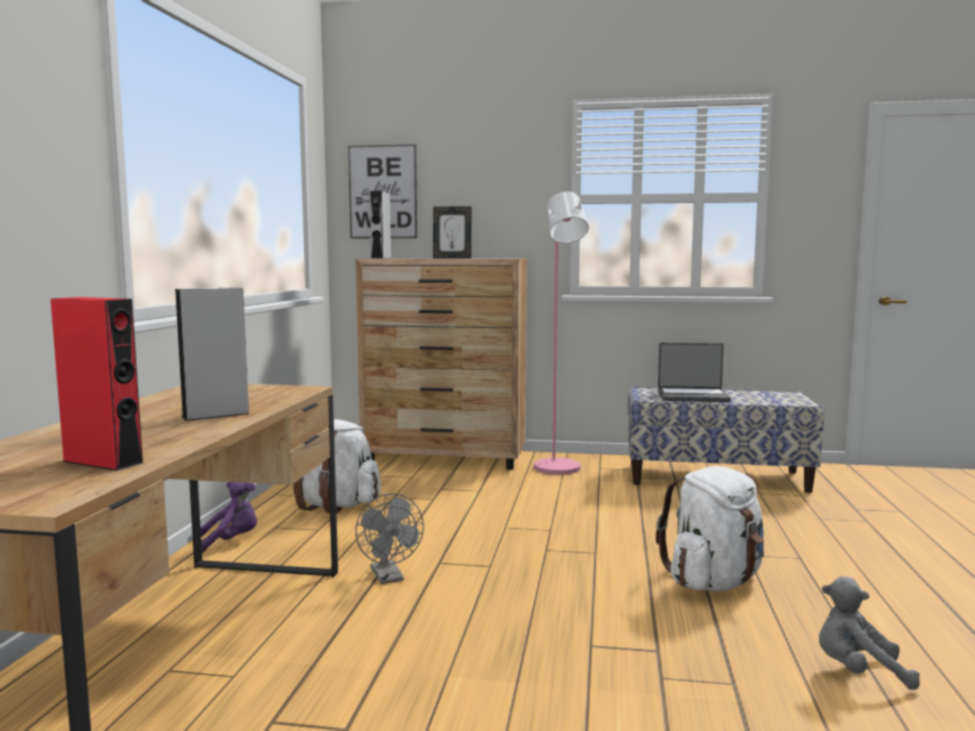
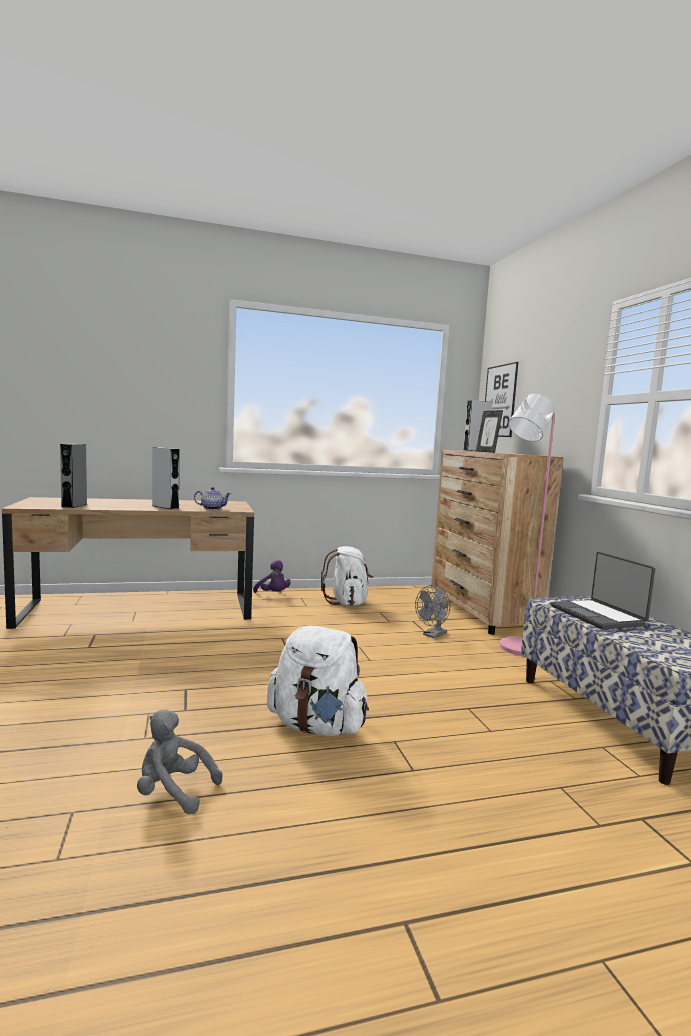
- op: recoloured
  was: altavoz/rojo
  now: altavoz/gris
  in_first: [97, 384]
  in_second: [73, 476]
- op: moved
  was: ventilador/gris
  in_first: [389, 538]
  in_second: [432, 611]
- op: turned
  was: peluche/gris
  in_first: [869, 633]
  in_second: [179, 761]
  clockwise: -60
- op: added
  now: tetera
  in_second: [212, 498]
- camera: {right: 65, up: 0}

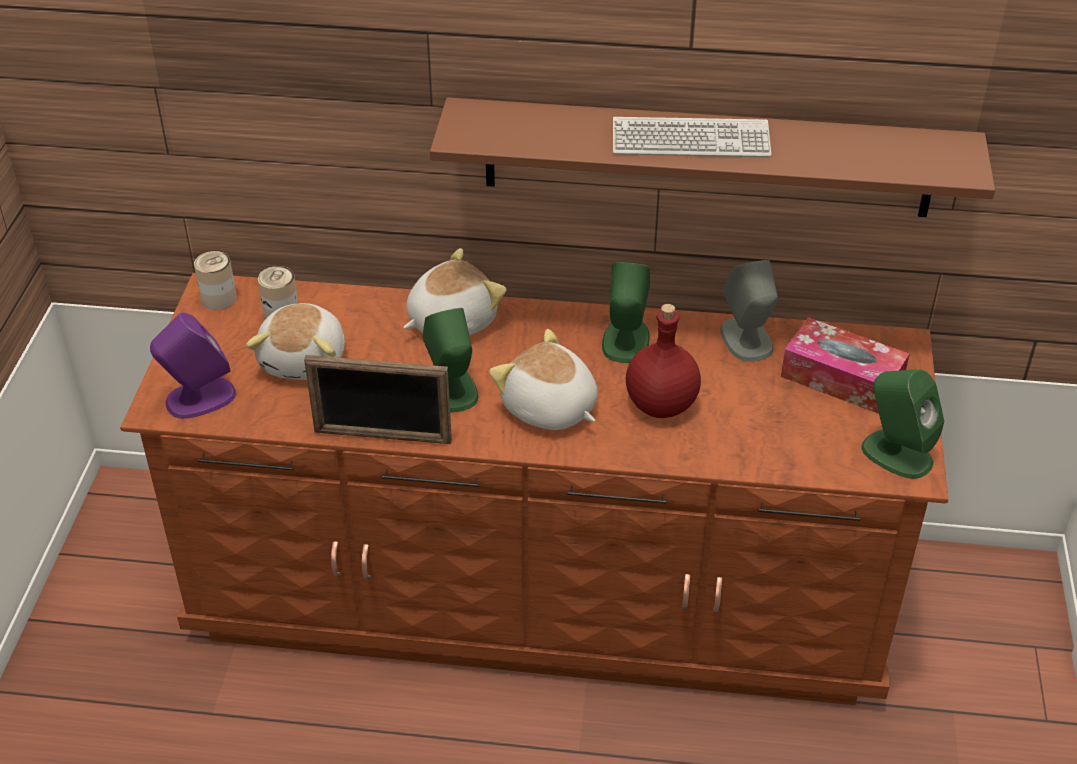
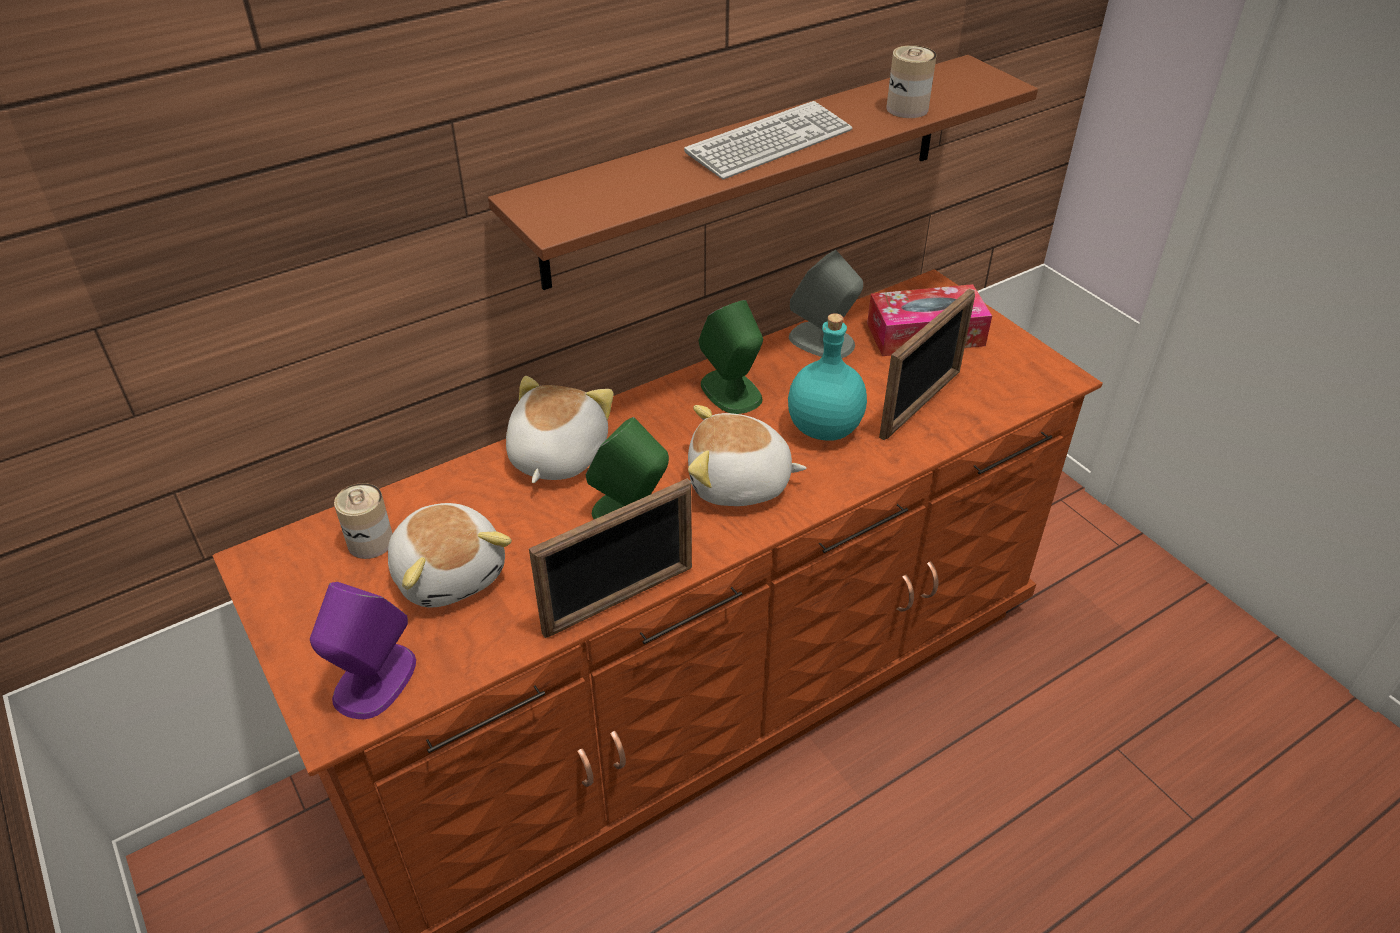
- op: moved
  was: lata
  in_first: [215, 280]
  in_second: [911, 81]
- op: recoloured
  was: botella/rojo
  now: botella/turquesa
  in_first: [663, 361]
  in_second: [827, 377]
- op: removed
  was: altavoz/verde
  in_first: [902, 424]
- op: added
  now: portarretratos
  in_second: [927, 364]
- camera: {right: -40, up: 0}

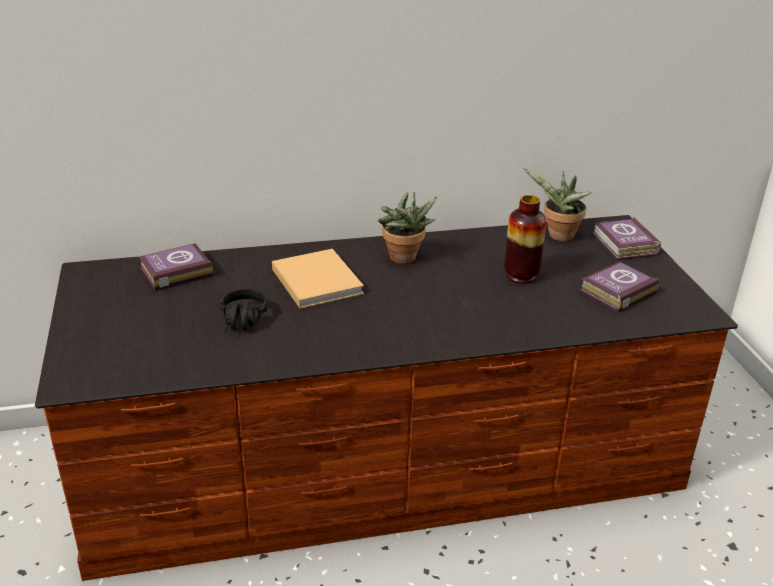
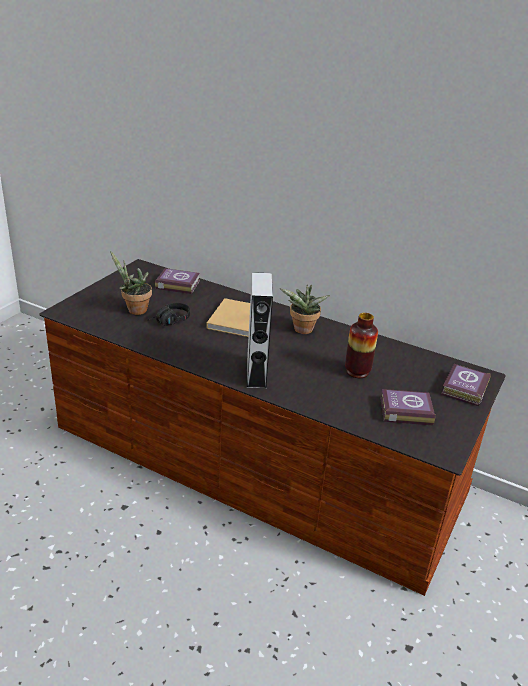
- op: moved
  was: planta en maceta
  in_first: [557, 204]
  in_second: [131, 282]
- op: added
  now: altavoz/gris
  in_second: [260, 330]
- camera: {right: 40, up: 0}

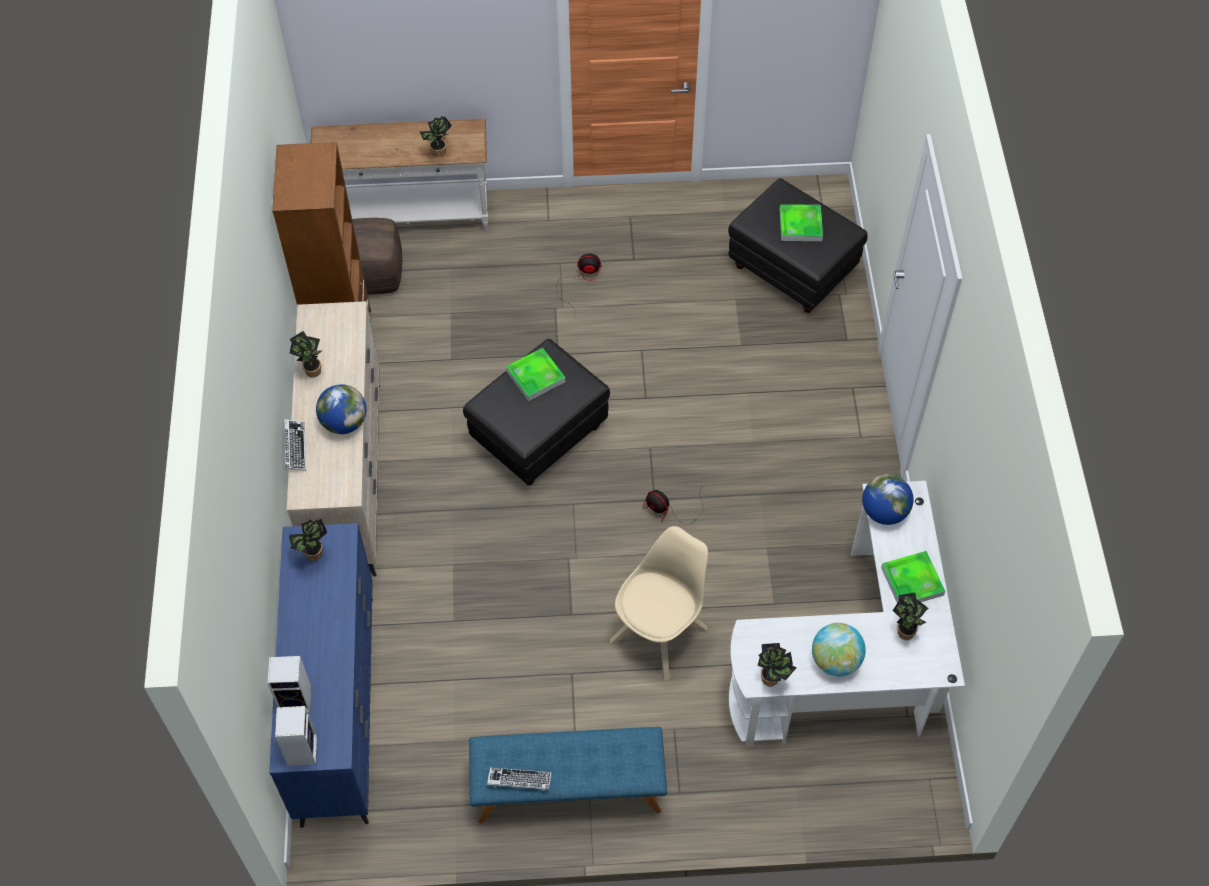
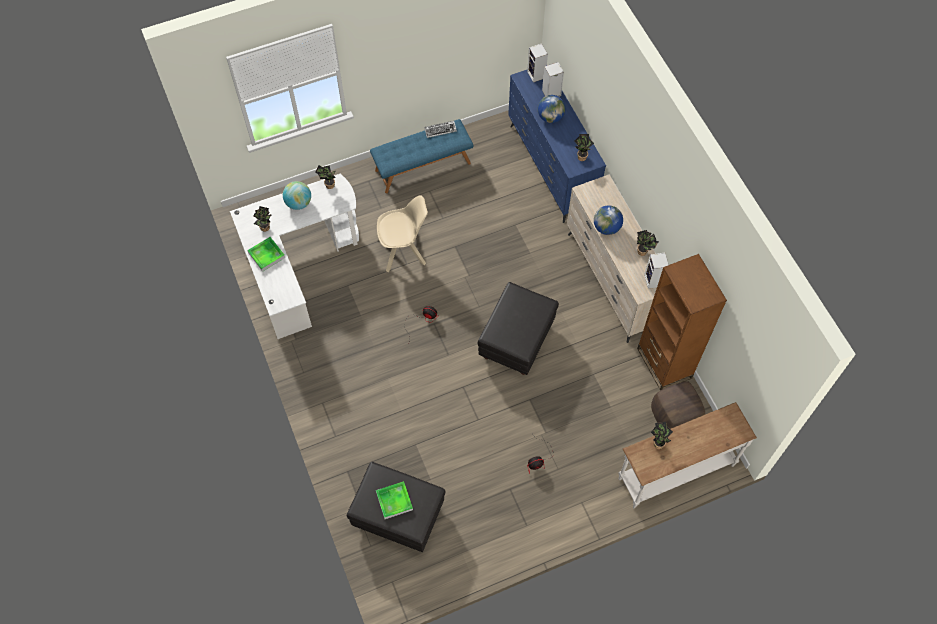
- op: removed
  was: bandeja
  in_first: [535, 374]
- op: removed
  was: teclado
  in_first: [294, 445]
- op: moved
  was: globo terráqueo
  in_first: [888, 499]
  in_second: [551, 109]
- op: turned
  was: silla/beis
  in_first: [659, 603]
  in_second: [402, 233]
  clockwise: -120
- op: added
  now: altavoz
  in_second: [656, 271]
- camera: {right: 160, up: 5}

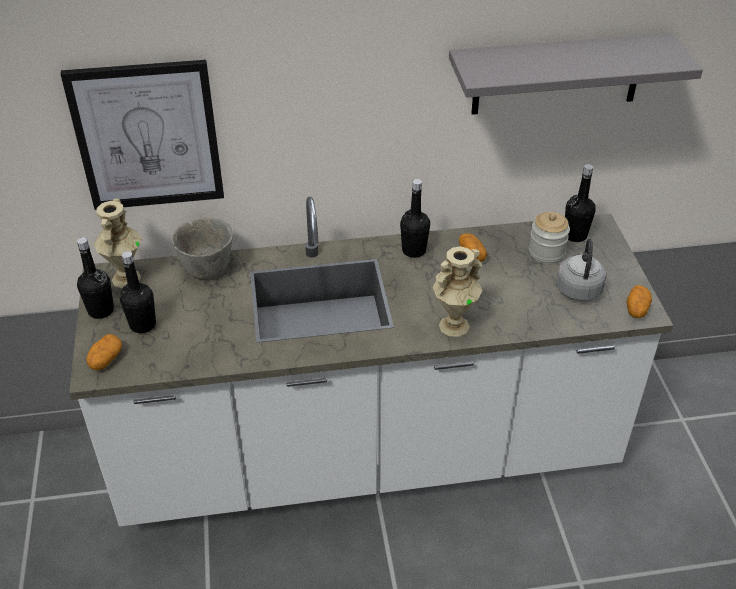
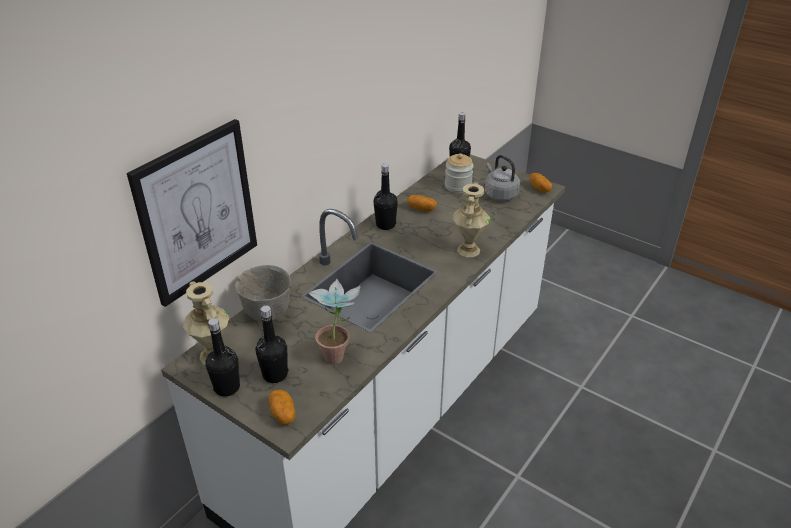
- op: removed
  was: estante/gris
  in_first: [576, 74]
- op: added
  now: planta en maceta
  in_second: [334, 321]
- camera: {right: -45, up: -5}

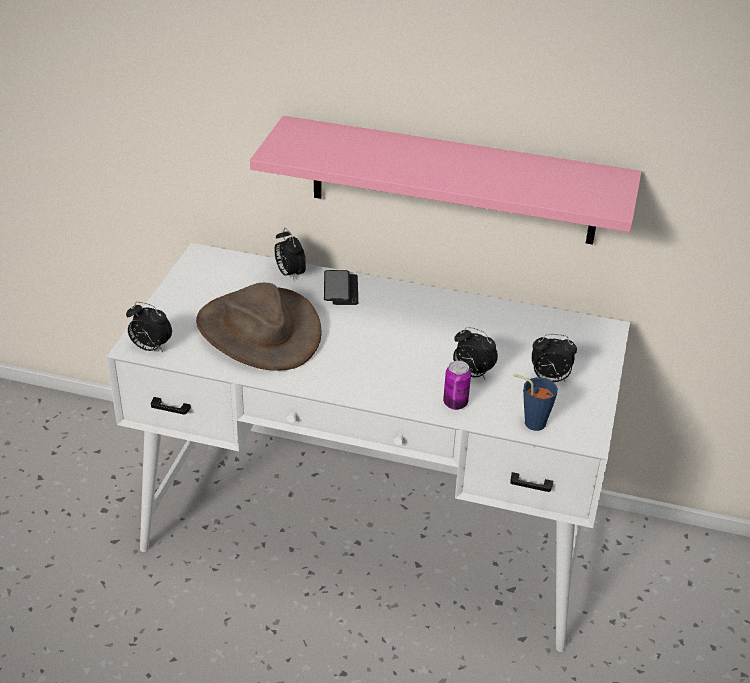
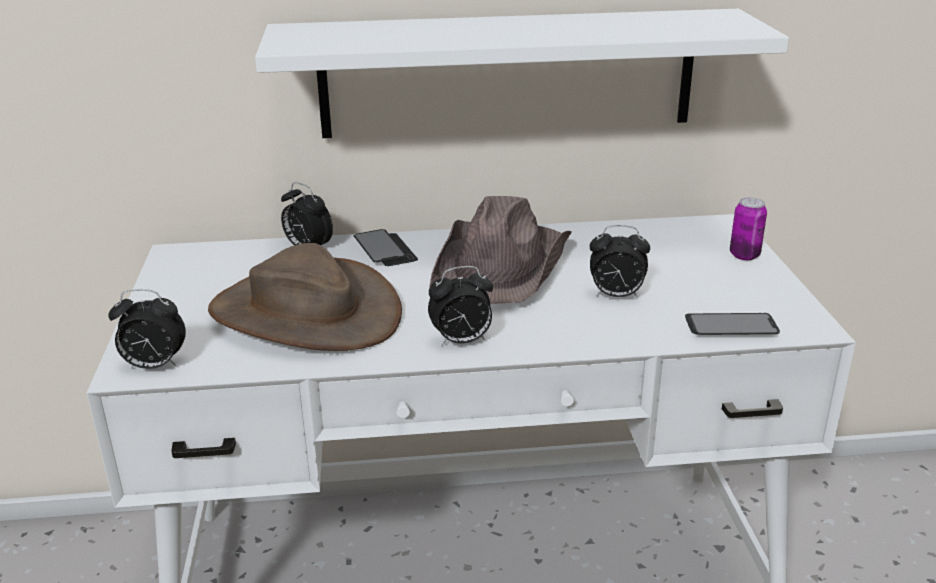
- op: recoloured
  was: estante/rosa
  now: estante/blanco
  in_first: [446, 180]
  in_second: [522, 73]
- op: moved
  was: despertador
  in_first: [554, 358]
  in_second: [460, 306]
- op: moved
  was: lata
  in_first: [457, 385]
  in_second: [748, 228]
- op: replaced
  was: taza/azul
  now: móvil
  in_first: [535, 402]
  in_second: [732, 324]
- op: added
  now: sombrero/marrón
  in_second: [500, 250]
- camera: {right: -20, up: -10}

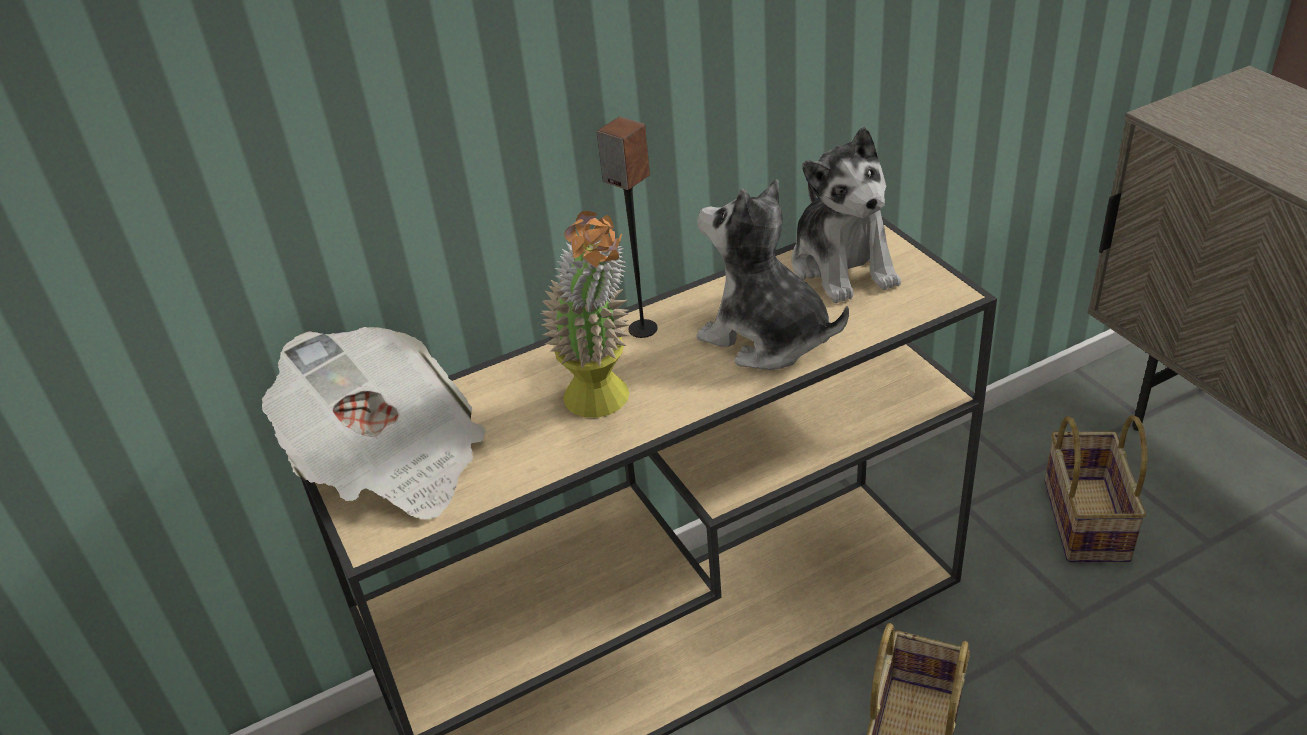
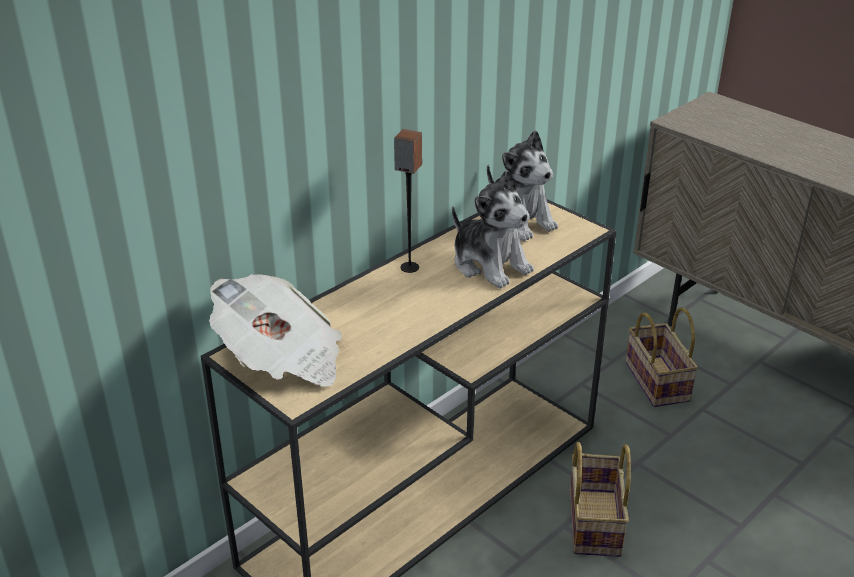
- op: turned
  was: peluche
  in_first: [773, 274]
  in_second: [493, 229]
  clockwise: -150
- op: removed
  was: planta en maceta
  in_first: [585, 314]
- camera: {right: -20, up: -5}

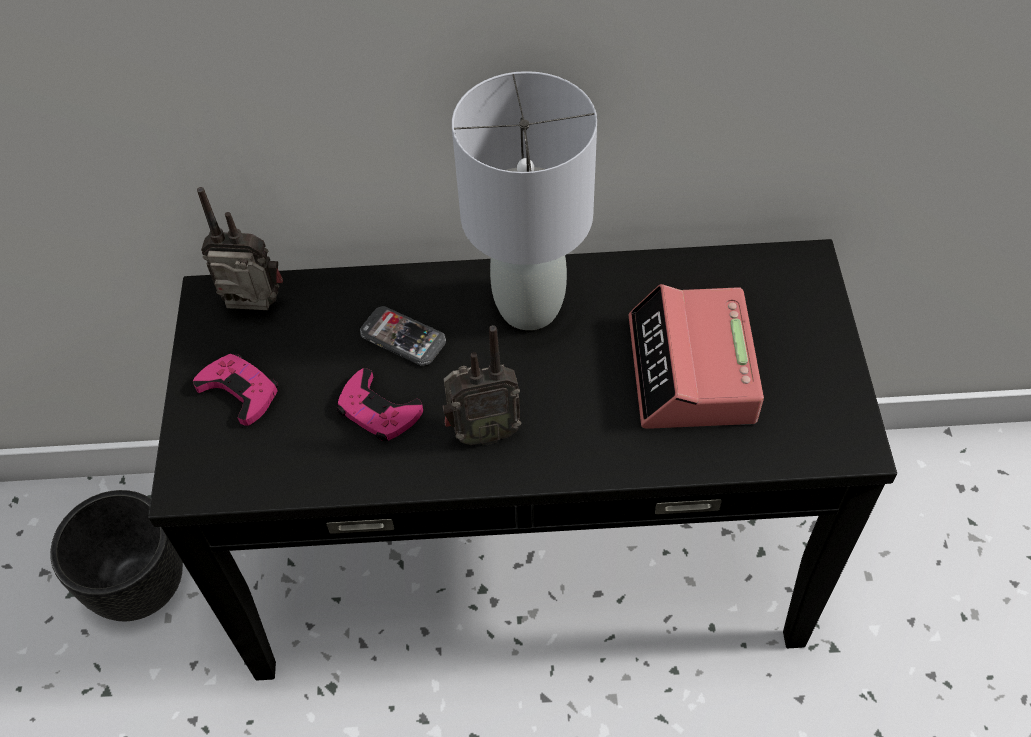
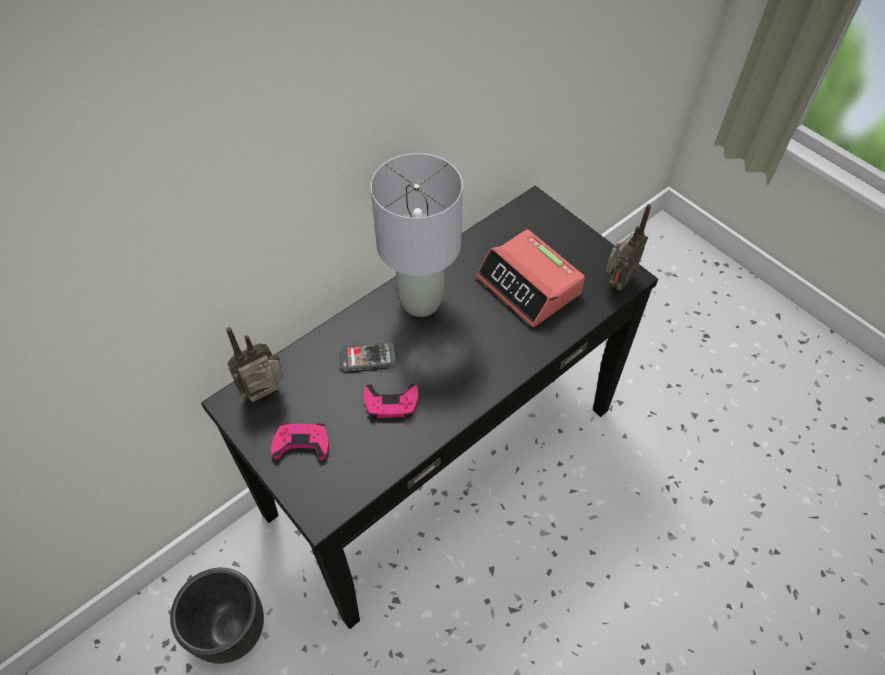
- op: moved
  was: radio
  in_first: [481, 385]
  in_second: [628, 247]
- camera: {right: -40, up: 0}

